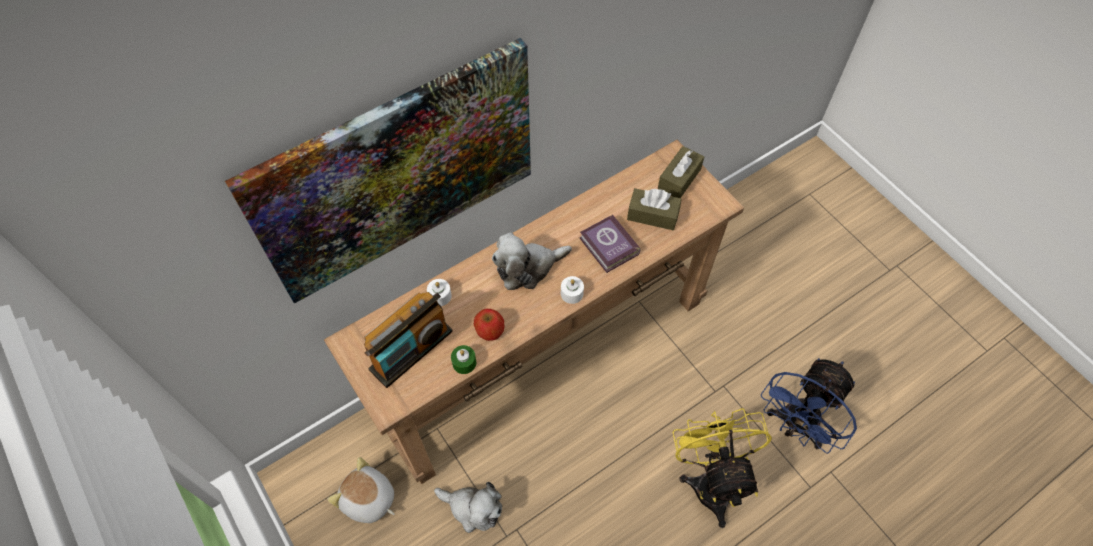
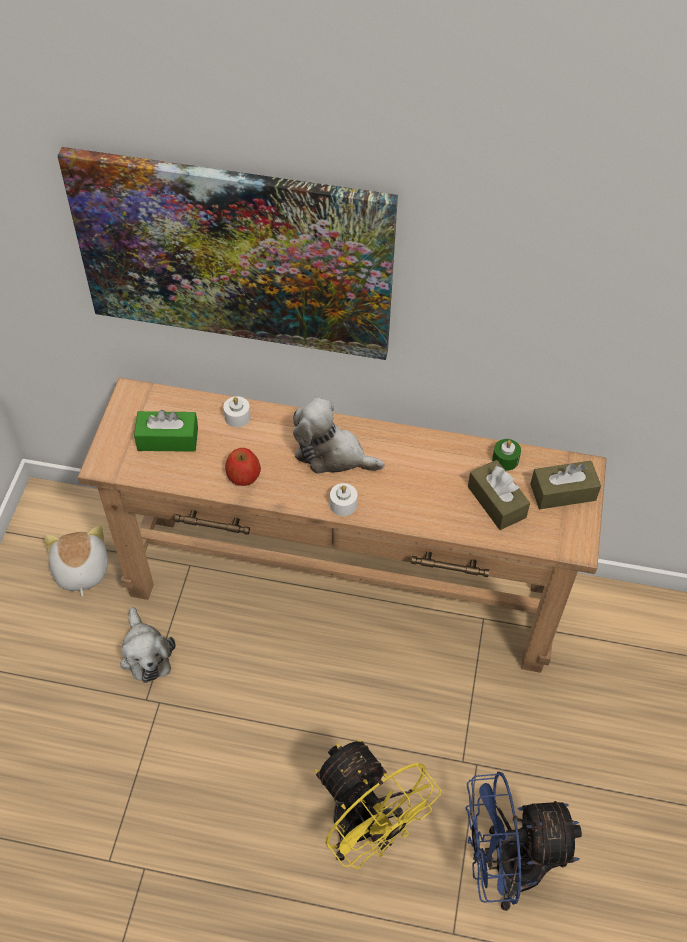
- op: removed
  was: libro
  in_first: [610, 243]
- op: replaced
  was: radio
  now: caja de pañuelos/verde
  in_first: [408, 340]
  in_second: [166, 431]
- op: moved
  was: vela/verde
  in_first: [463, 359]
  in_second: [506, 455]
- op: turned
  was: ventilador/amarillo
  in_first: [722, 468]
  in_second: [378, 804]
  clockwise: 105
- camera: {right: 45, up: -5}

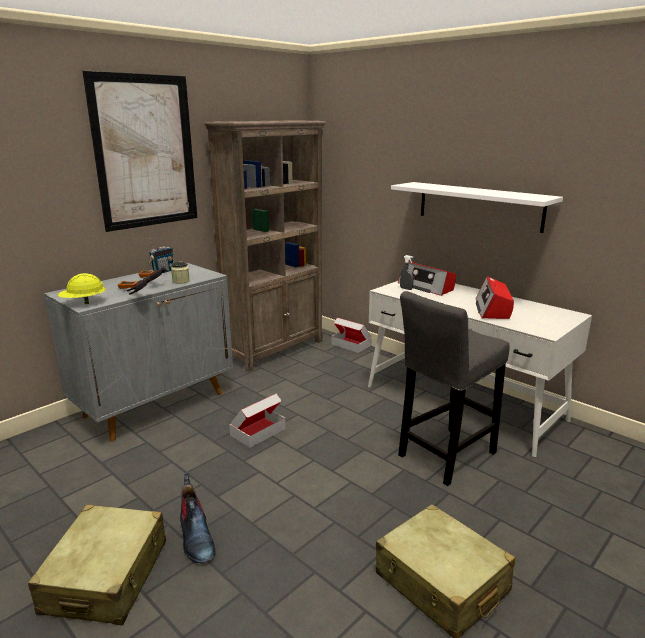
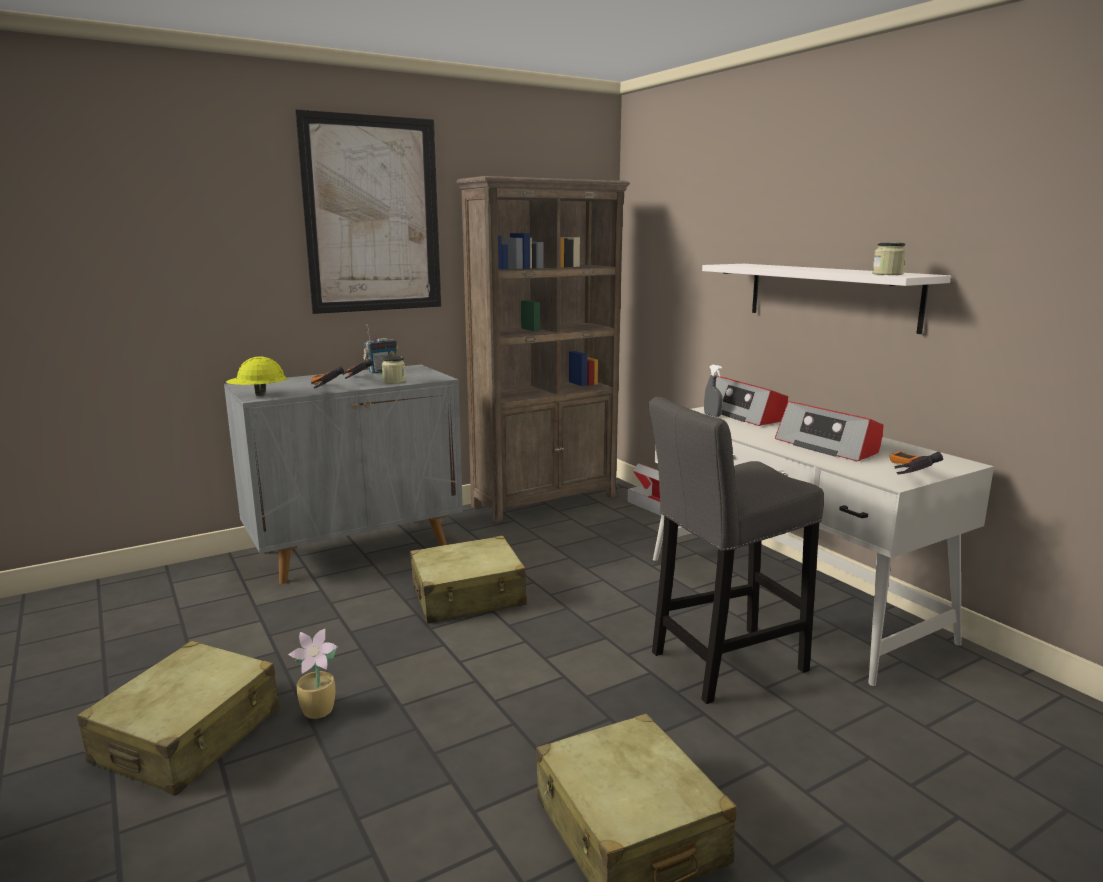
- op: turned
  was: radio
  in_first: [495, 297]
  in_second: [829, 431]
  clockwise: -60
- op: replaced
  was: caja de cartón
  now: maleta/beis
  in_first: [257, 421]
  in_second: [468, 580]
- op: replaced
  was: bota
  now: planta en maceta
  in_first: [197, 518]
  in_second: [313, 673]
- op: added
  now: tarro
  in_second: [889, 259]
- op: added
  now: martillo
  in_second: [916, 462]
- camera: {right: 15, up: -5}

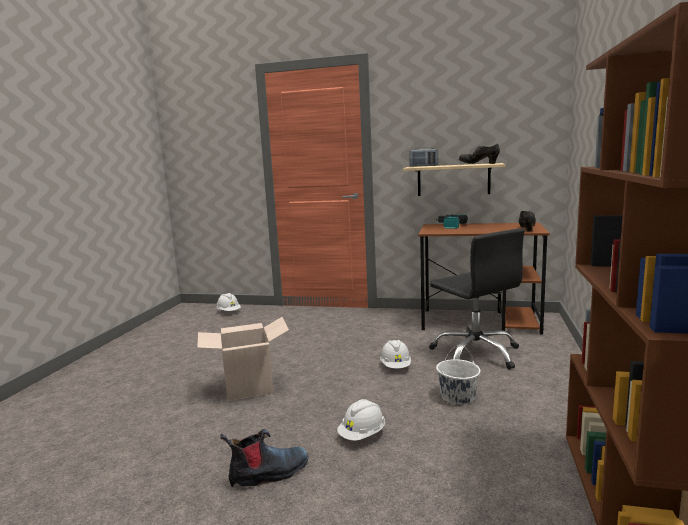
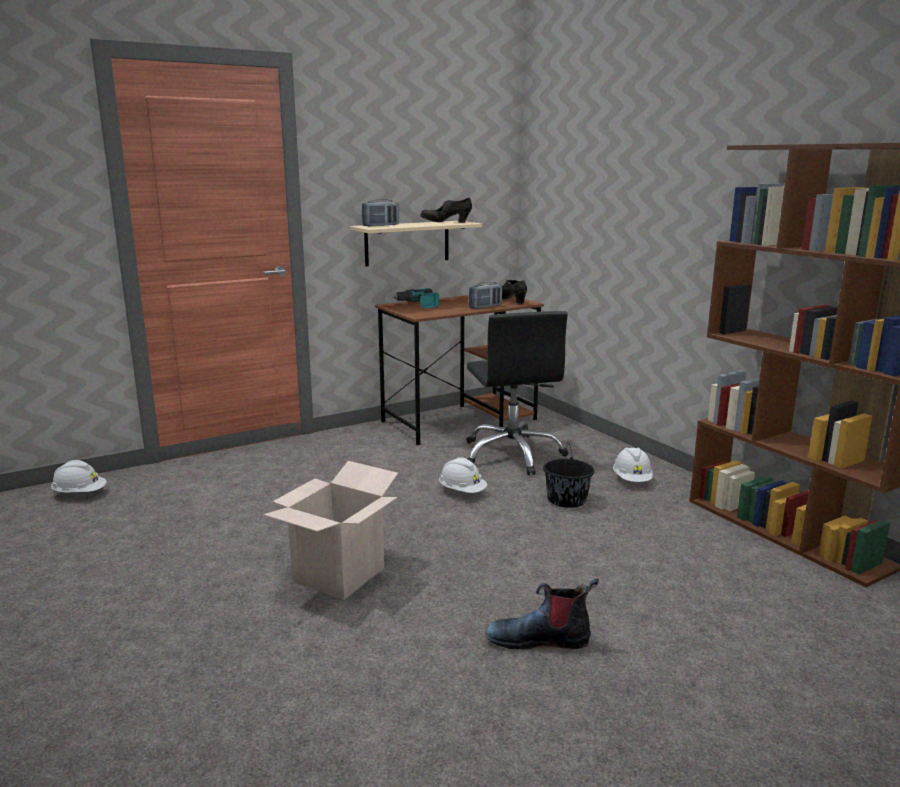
- op: turned
  was: silla de oficina/negro
  in_first: [477, 299]
  in_second: [517, 393]
  clockwise: 60
- op: recoloured
  was: cubo/blanco
  now: cubo/negro
  in_first: [458, 374]
  in_second: [569, 475]
- op: moved
  was: casco/blanco
  in_first: [361, 420]
  in_second: [633, 464]
- op: turned
  was: bota
  in_first: [264, 458]
  in_second: [542, 614]
  clockwise: -105
- op: added
  now: radio
  in_second: [485, 295]
- camera: {right: -45, up: 5}

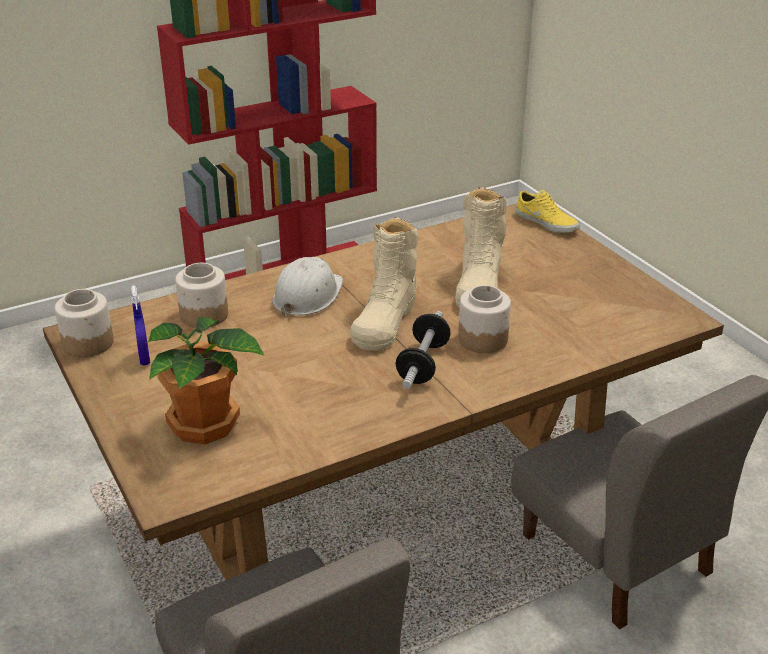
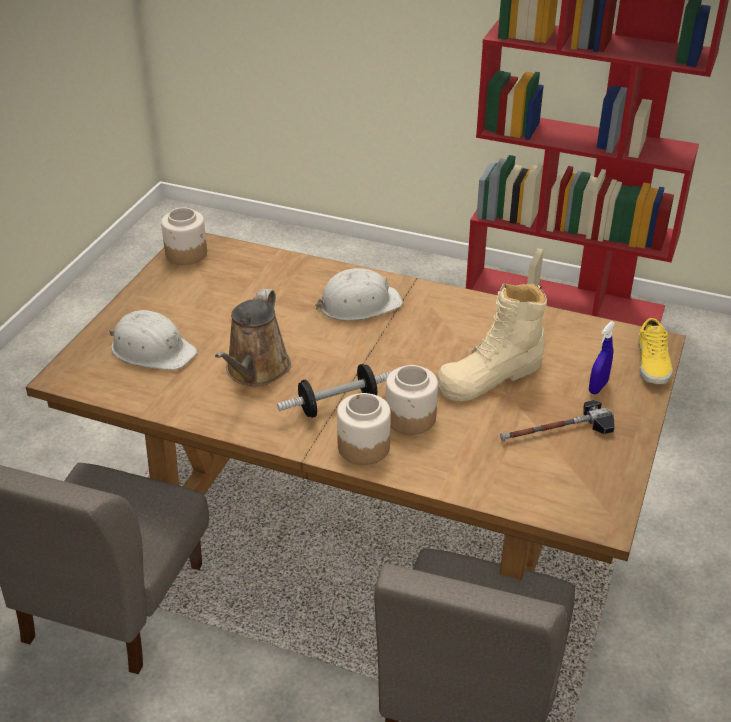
- op: removed
  was: bota/beis
  in_first: [384, 283]
- op: moved
  was: tarro
  in_first: [201, 295]
  in_second: [364, 429]
- op: moved
  was: pulverizador/azul
  in_first: [140, 325]
  in_second: [602, 357]
- op: replaced
  was: planta en maceta
  now: casco/blanco
  in_first: [205, 380]
  in_second: [153, 340]
- op: added
  now: regadera/marrón
  in_second: [253, 337]
- op: added
  now: martillo
  in_second: [557, 421]
- camera: {right: 50, up: 5}

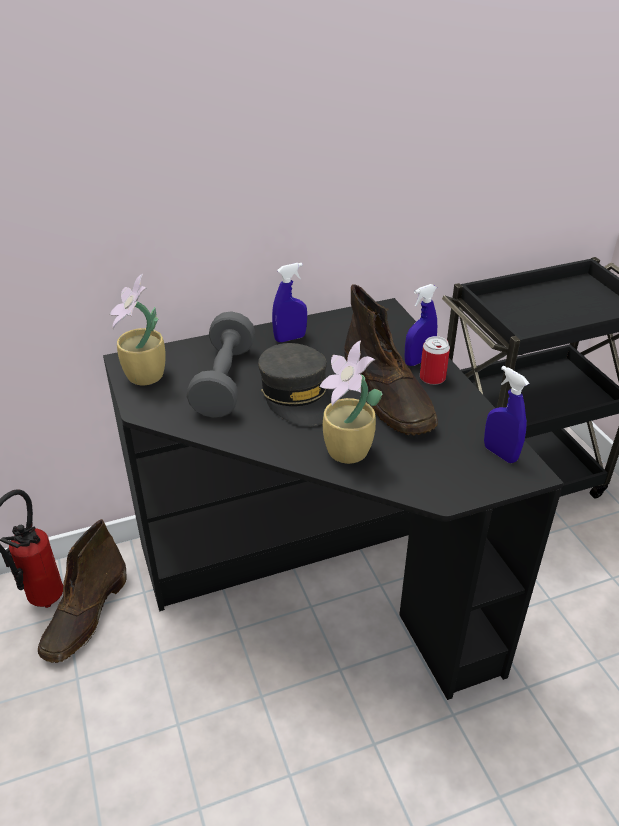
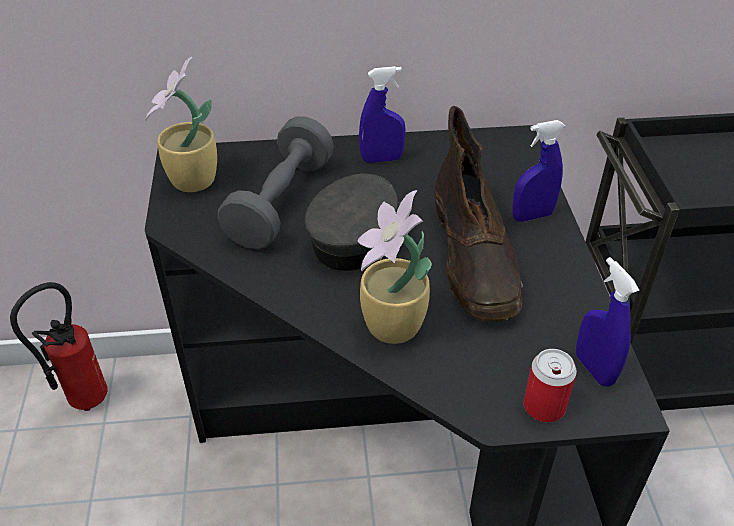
- op: moved
  was: lata
  in_first: [435, 360]
  in_second: [550, 386]
- op: turned
  was: gorra/gris
  in_first: [294, 385]
  in_second: [357, 222]
  clockwise: -135
- op: removed
  was: bota/marrón
  in_first: [82, 591]
- camera: {right: 15, up: 5}

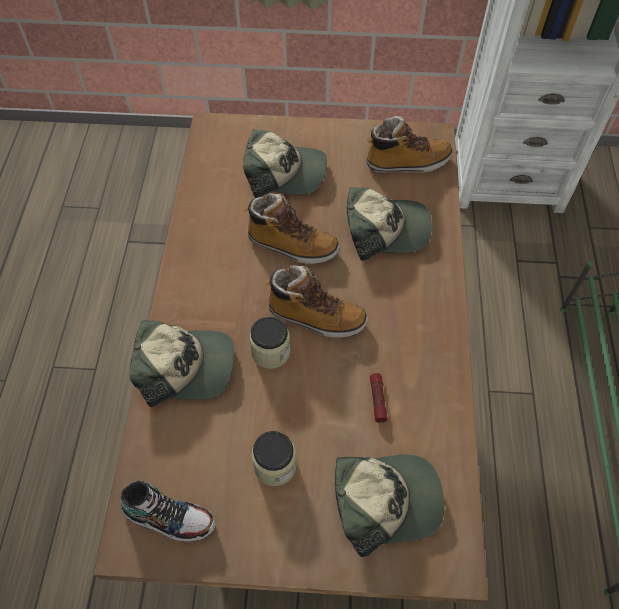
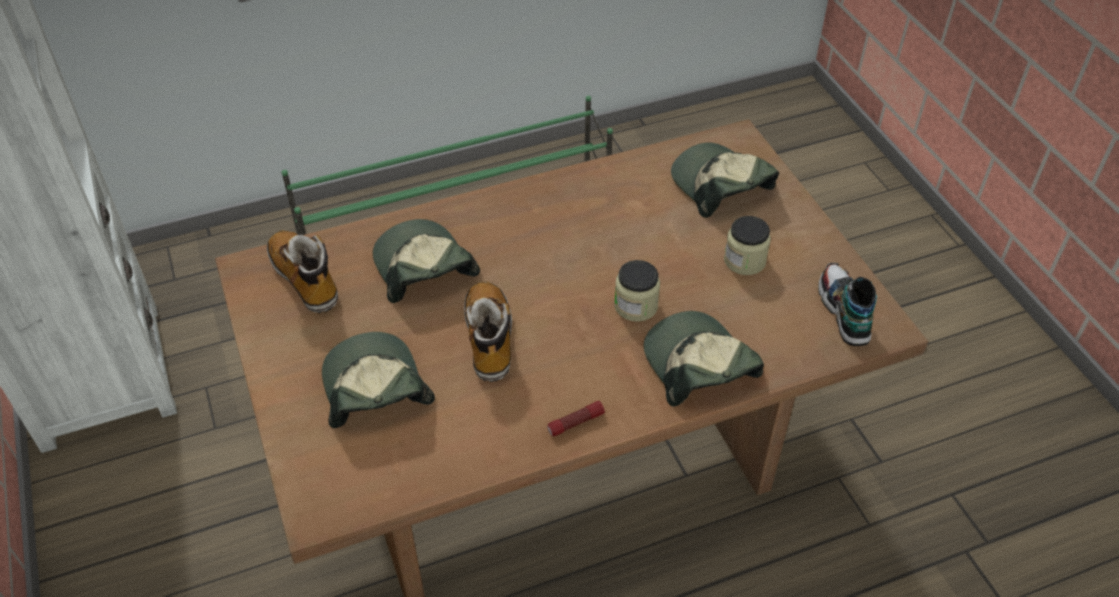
- op: removed
  was: bota
  in_first: [317, 301]
- op: moved
  was: linterna
  in_first: [378, 398]
  in_second: [576, 418]
- camera: {right: -115, up: -10}

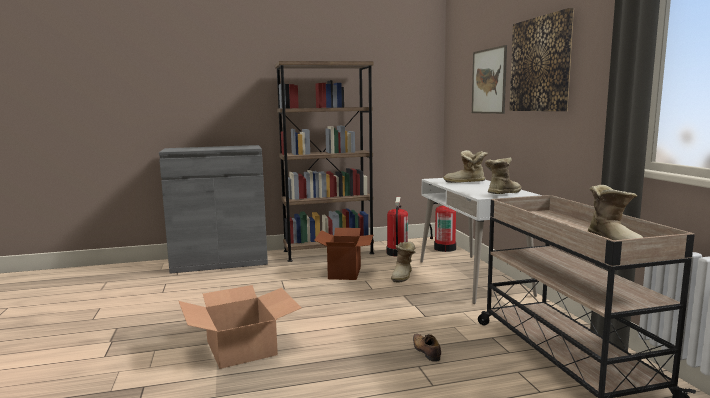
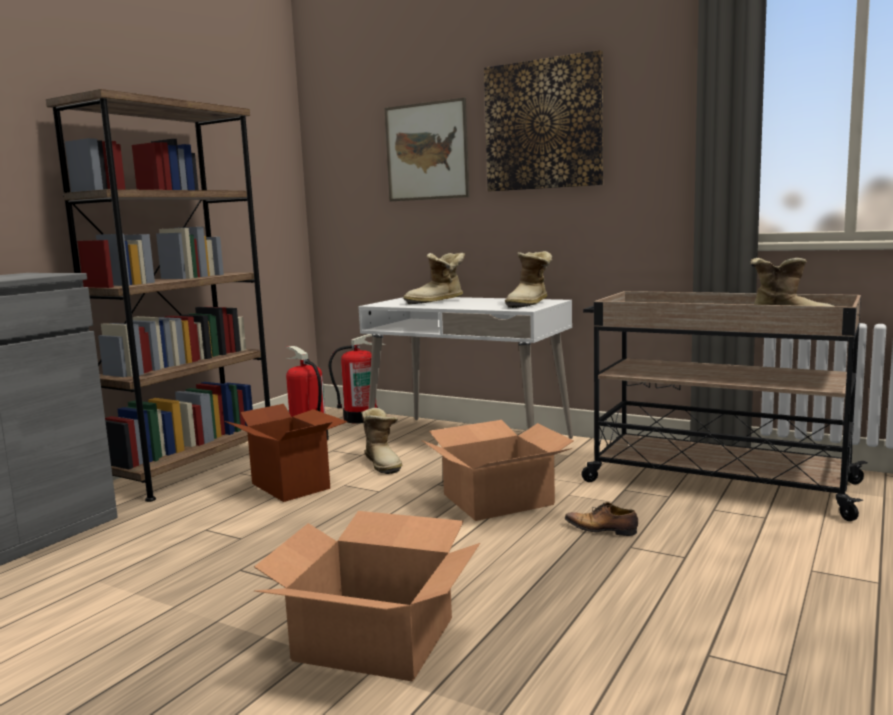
- op: turned
  was: bota
  in_first: [503, 176]
  in_second: [528, 279]
  clockwise: -150
- op: added
  now: caja de cartón
  in_second: [497, 470]
- camera: {right: -45, up: 0}

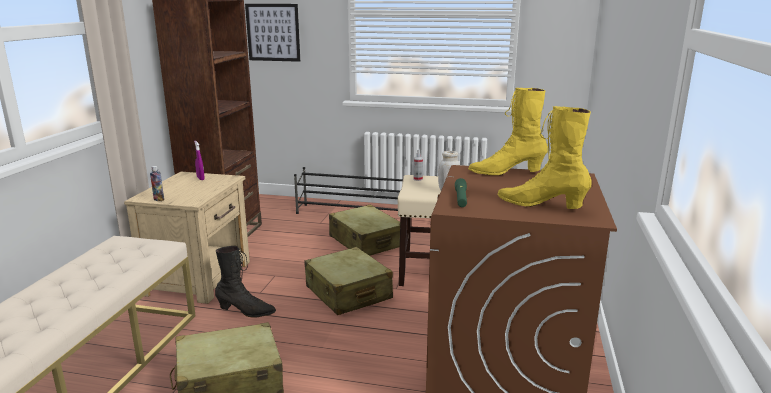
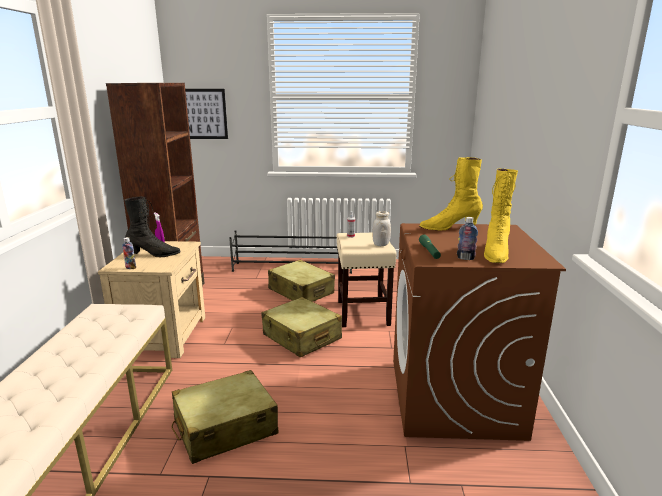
- op: turned
  was: bota/amarillo
  in_first: [544, 157]
  in_second: [501, 216]
  clockwise: -90
- op: moved
  was: bota/negro
  in_first: [245, 281]
  in_second: [152, 226]
- op: added
  now: botella
  in_second: [467, 238]
- camera: {right: -10, up: 0}

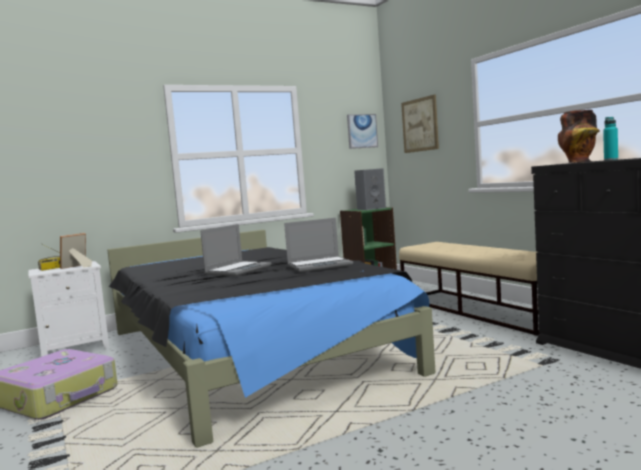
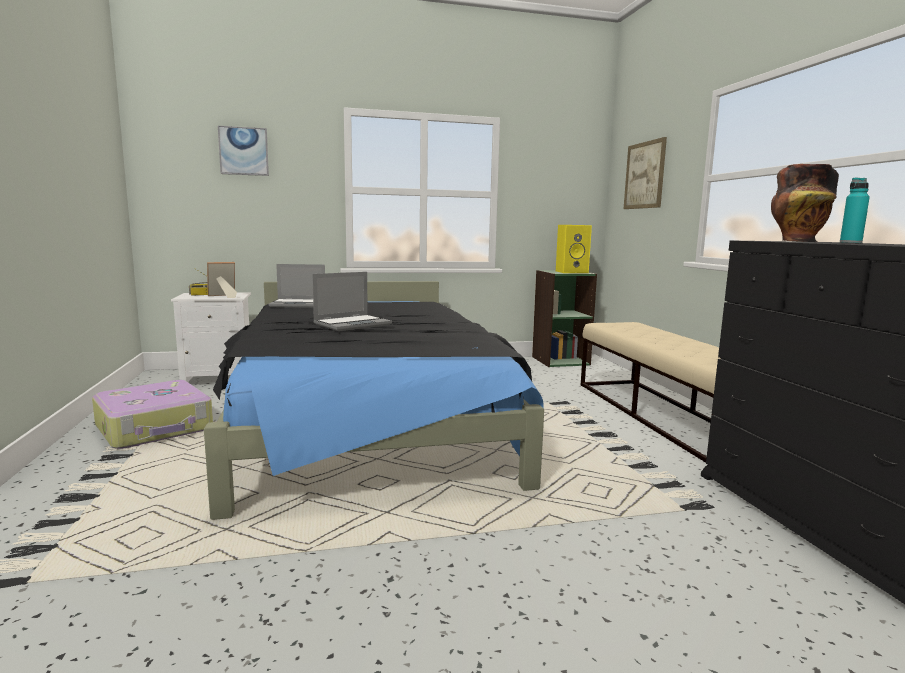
- op: moved
  was: cuadro
  in_first: [362, 131]
  in_second: [243, 151]
- op: recoloured
  was: altavoz/gris
  now: altavoz/amarillo
  in_first: [370, 189]
  in_second: [574, 249]
- op: moved
  was: portátil
  in_first: [318, 245]
  in_second: [296, 286]
- camera: {right: 15, up: 5}

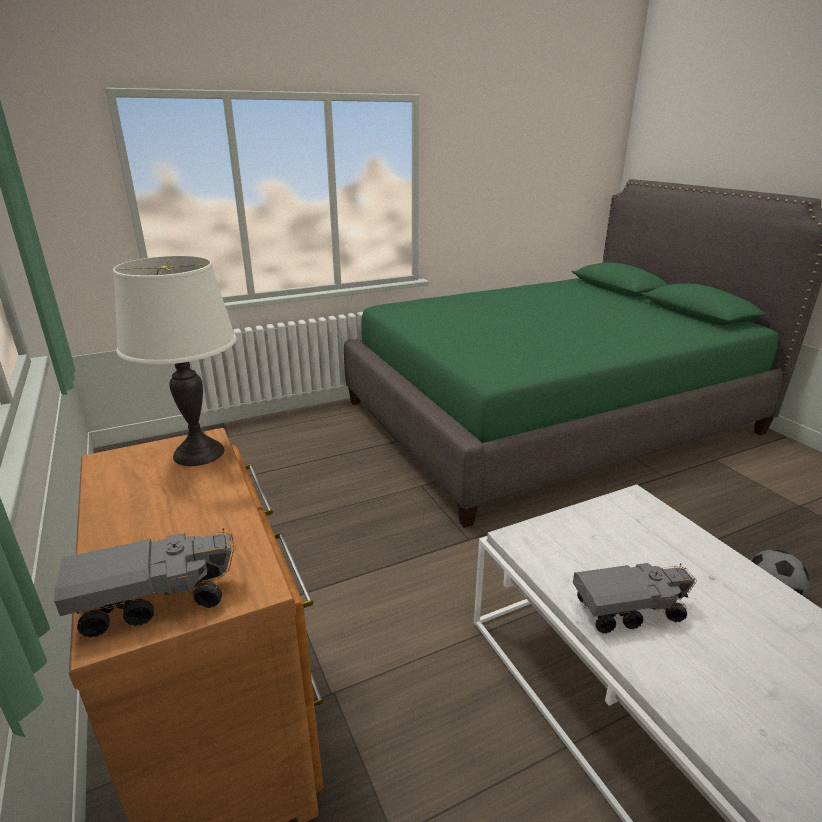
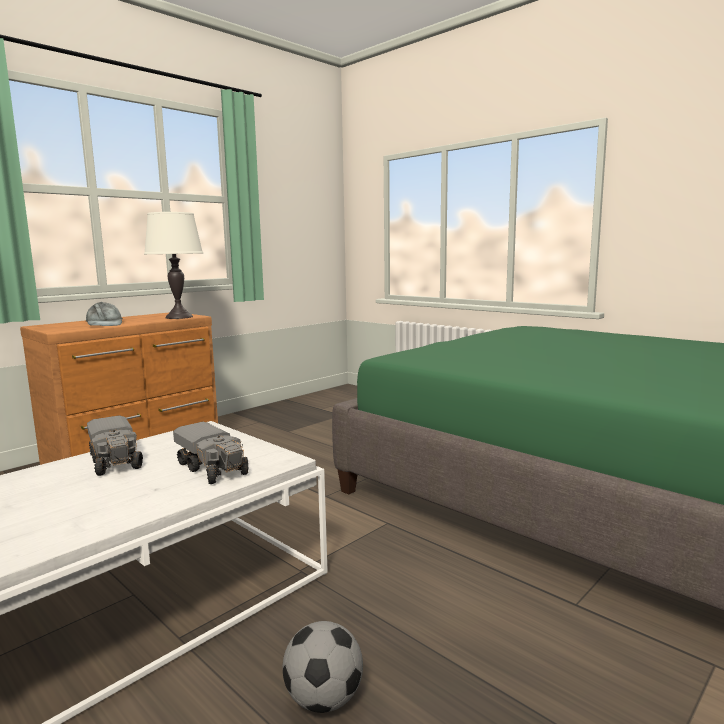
- op: moved
  was: camión de juguete
  in_first: [144, 583]
  in_second: [211, 453]
- op: added
  now: gorra/gris
  in_second: [104, 314]
- camera: {right: 70, up: -15}

